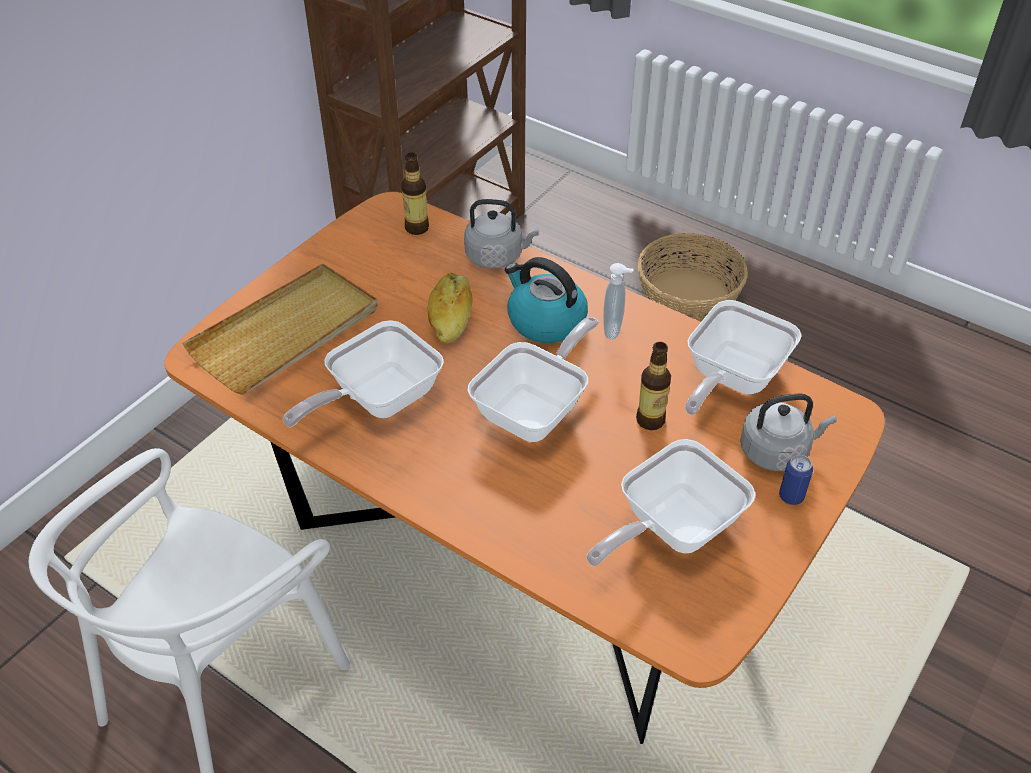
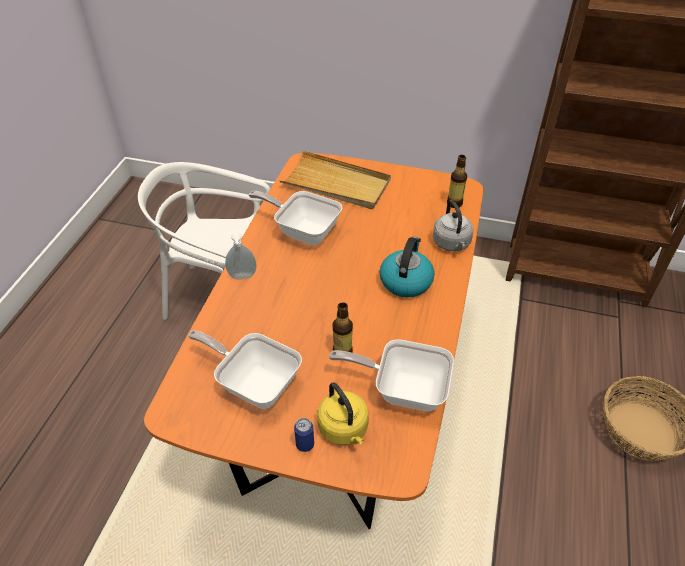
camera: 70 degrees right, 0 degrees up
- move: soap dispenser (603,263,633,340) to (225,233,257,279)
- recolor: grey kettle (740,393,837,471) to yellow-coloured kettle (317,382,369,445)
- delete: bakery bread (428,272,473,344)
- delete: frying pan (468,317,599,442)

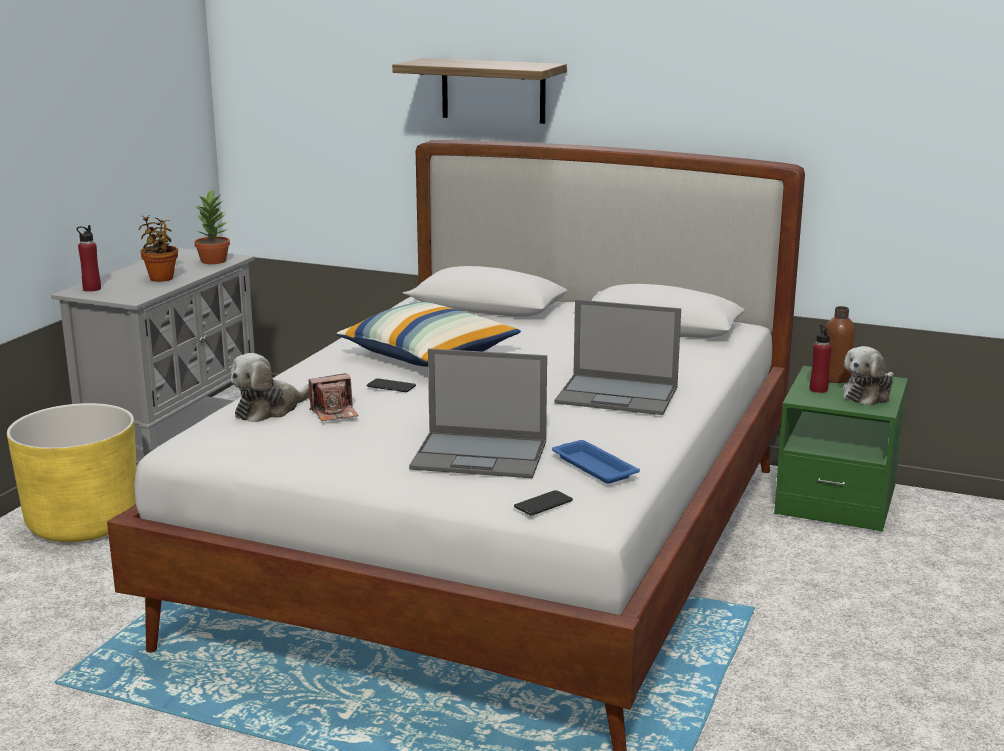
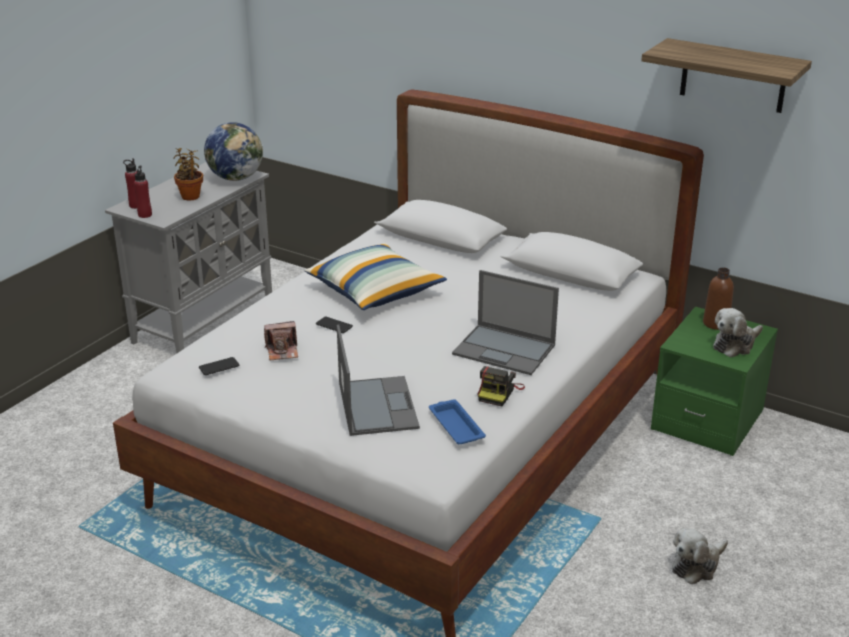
camera: 10 degrees right, 10 degrees up
- move: reddish beverage bottle (810,324,832,393) to (134,166,152,218)
- move: handset (514,490,573,515) to (199,357,239,375)
- replace: potted plant (194,188,230,264) to desk globe (204,122,263,181)
- rotate: laptop (409,349,547,478) = (337,325,420,436) 120 degrees counterclockwise
- insert: photo camera (477,366,525,406)
- move: bracket shelf (392,58,567,124) to (641,38,812,113)
- move: plush toy (231,353,309,422) to (672,528,728,584)
- delete: yellow-coloured plant pot (7,403,137,542)

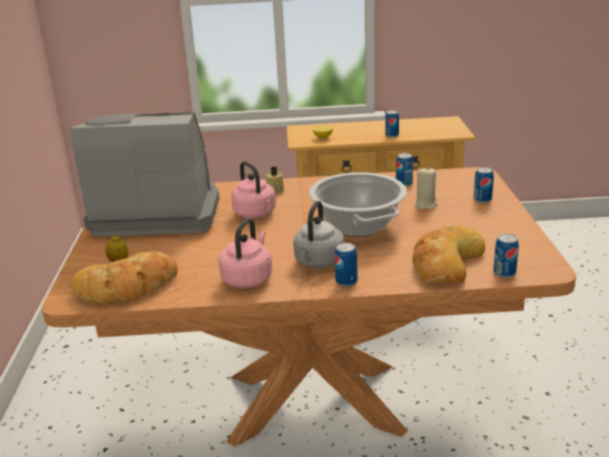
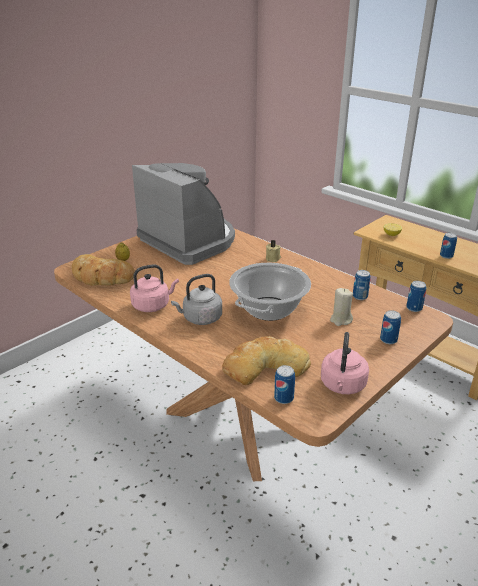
camera: 45 degrees right, 5 degrees up
- move: pink-coloured kettle (231,161,276,218) to (321,332,369,394)
- move: metal can (335,243,358,287) to (406,281,426,312)

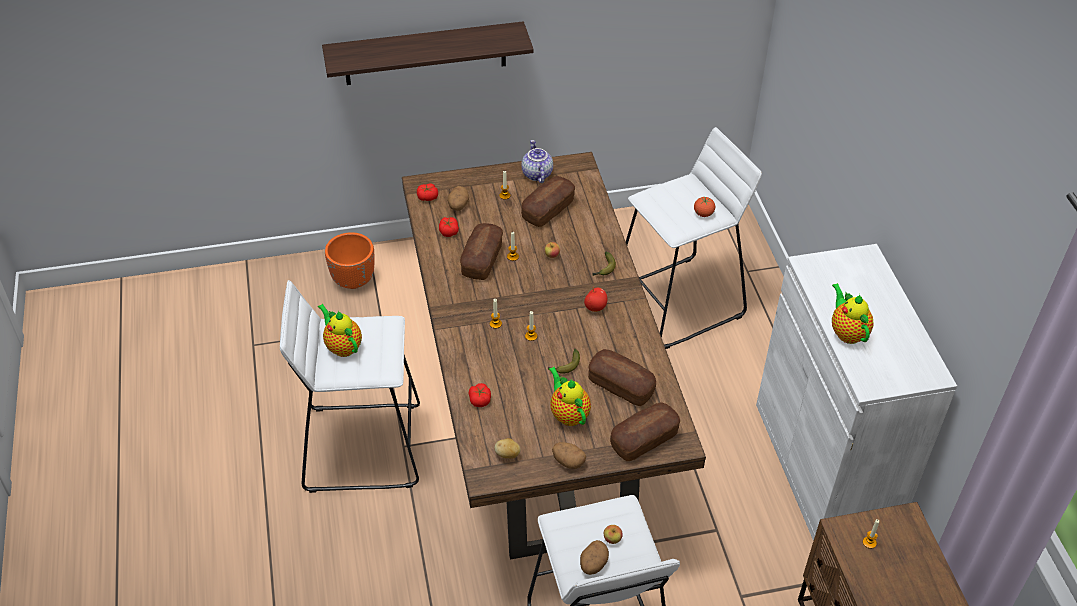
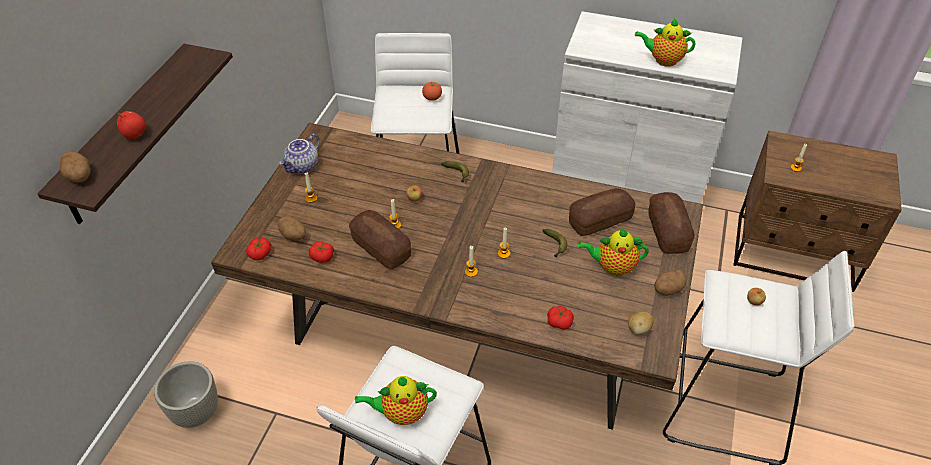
camera: 60 degrees left, 0 degrees up
- move: spud (580,540,609,575) to (60,151,90,183)
- move: apple (584,287,608,312) to (117,111,146,139)
- recolor: orange-coloured plant pot (325,232,375,289) to grey plant pot (154,361,218,428)
- rotate: teapot (521,140,553,183) = (279,134,320,174) 75 degrees counterclockwise
- delete: bakery bread (521,176,575,227)

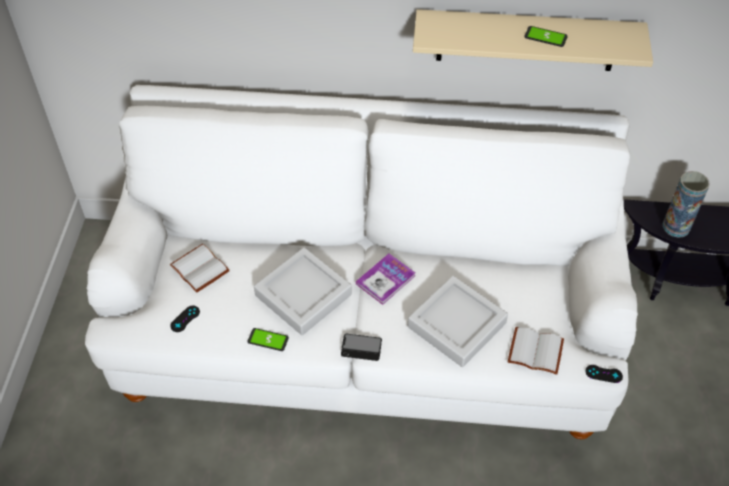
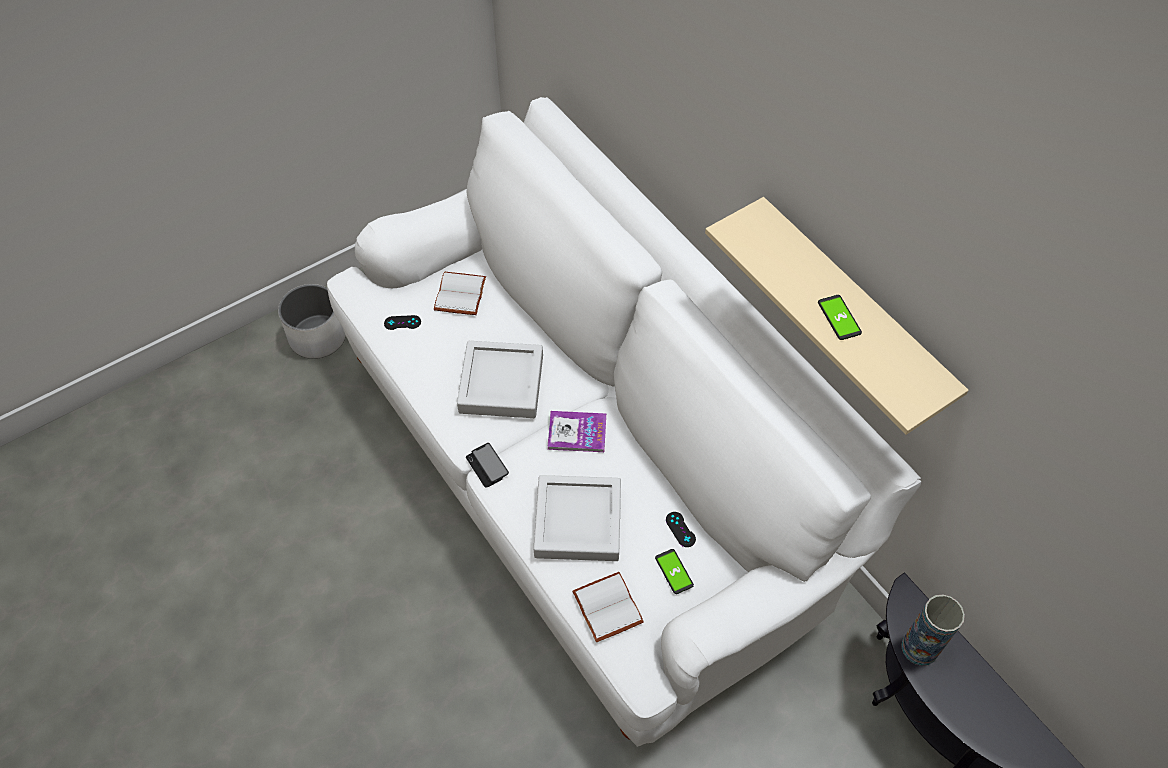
camera: 50 degrees right, 5 degrees up
- insert: white-coloured plant pot (278,284,346,359)
- move: handset (248,328,289,351) to (655,549,694,594)
- move: black-coloured joypad (585,365,623,383) to (666,512,696,547)

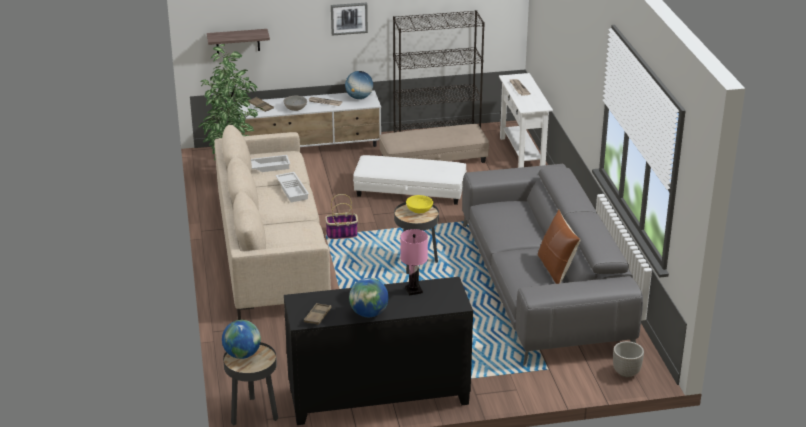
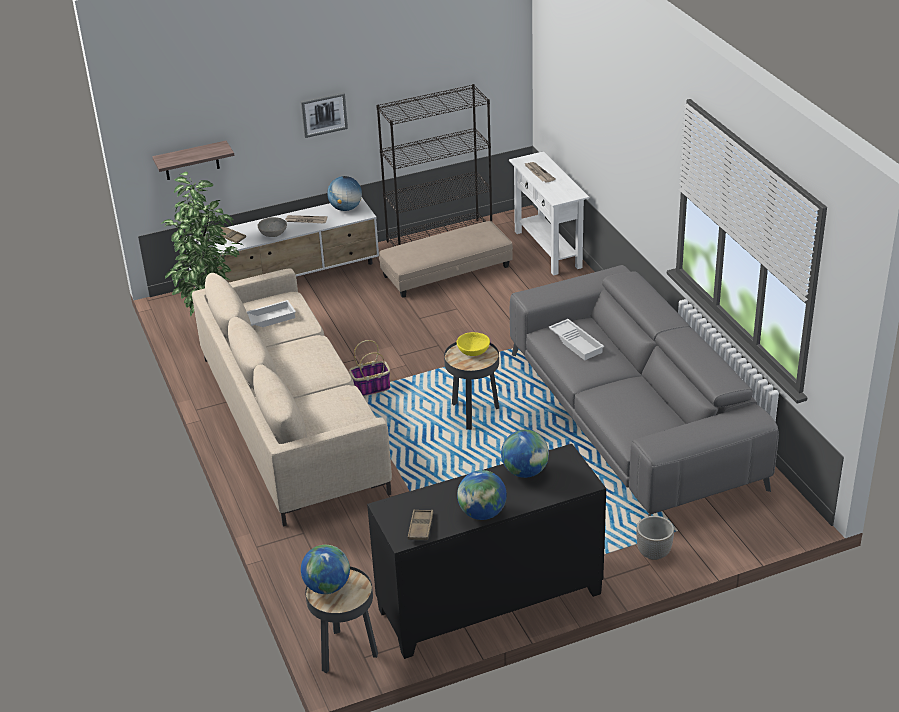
camera: 10 degrees left, 5 degrees up
- replace: pink-coloured table lamp (400,229,428,295) to desk globe (501,430,549,478)
- move: white-coloured tray (276,172,309,202) to (548,319,604,360)
- move: plant pot (613,341,644,377) to (636,516,674,560)
- delete: white-coloured pouffe (353,155,467,205)
- delete: brownish throw pillow (538,210,580,284)

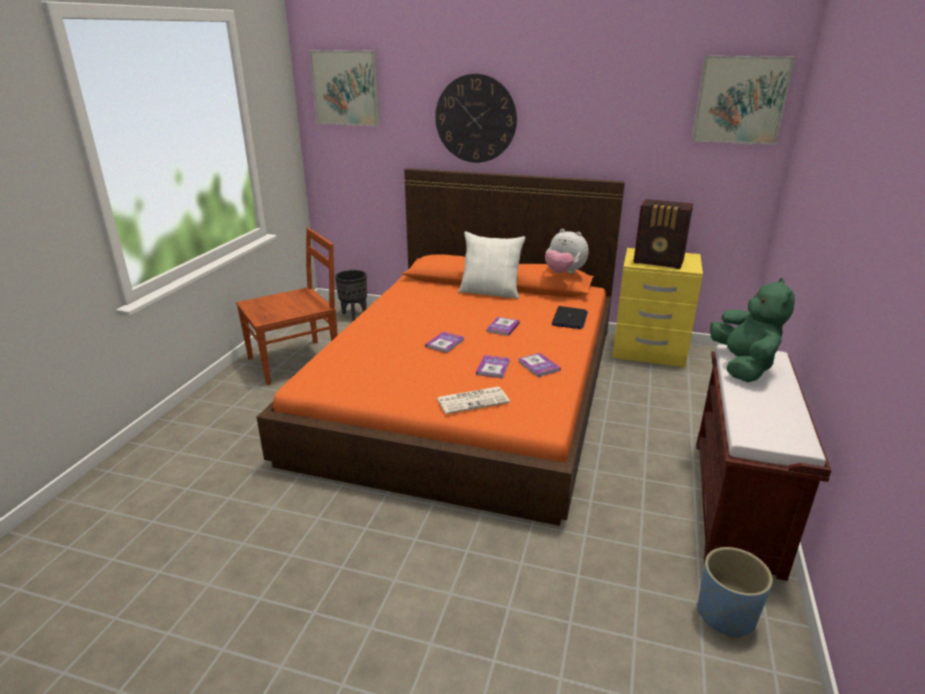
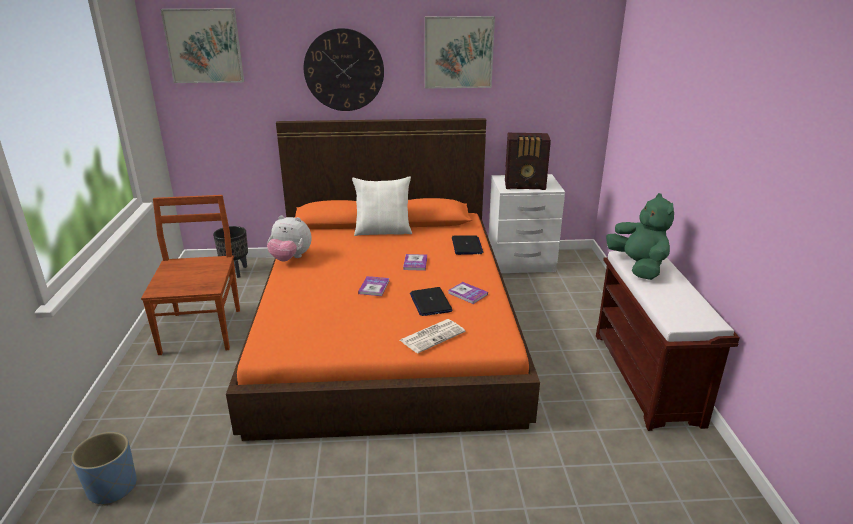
camera: 20 degrees left, 0 degrees up
- move: blue-coloured plant pot (698,547,773,638) to (71,432,137,505)
- rotate: brownish chair (236,228,338,385) = (141,195,240,355) 45 degrees counterclockwise
- move: plush toy (545,229,589,274) to (267,215,312,262)
- replace: bound book (476,355,510,378) to laptop (410,287,453,316)
- move: picture (691,56,795,145) to (425,16,495,88)
- recolor: yellow-coloured nightstand (612,248,703,367) to white-coloured nightstand (488,174,565,273)

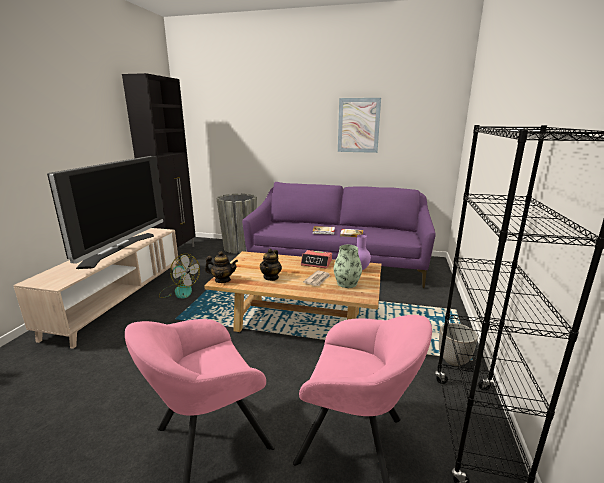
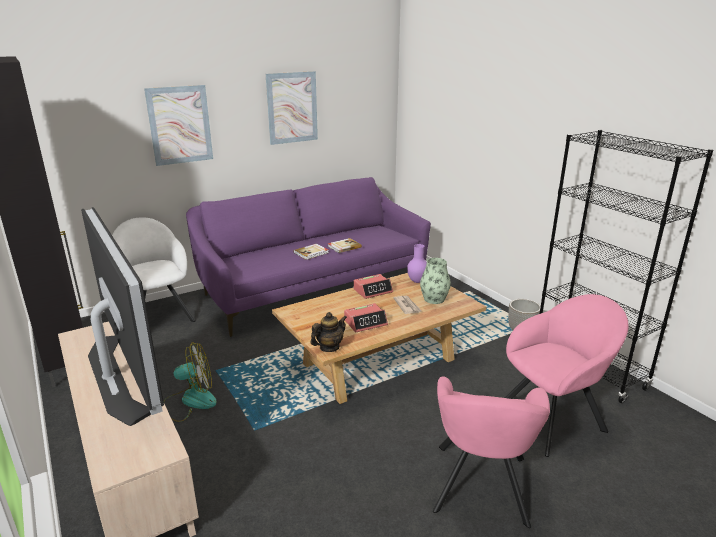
camera: 45 degrees left, 5 degrees up
- replace: grey plant pot (216,193,257,254) to white-coloured lounge chair (112,217,196,322)
- insert: picture (144,85,213,166)
- replace: teapot (260,249,282,281) to alarm clock (344,303,388,332)

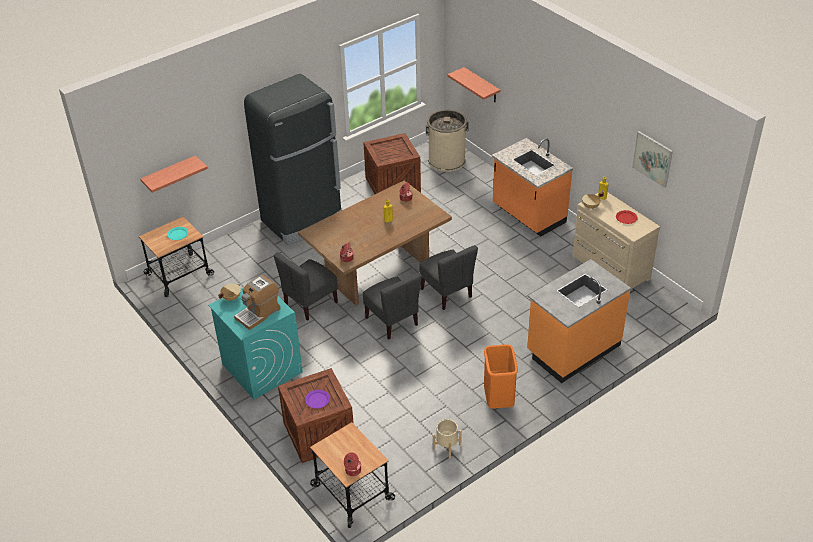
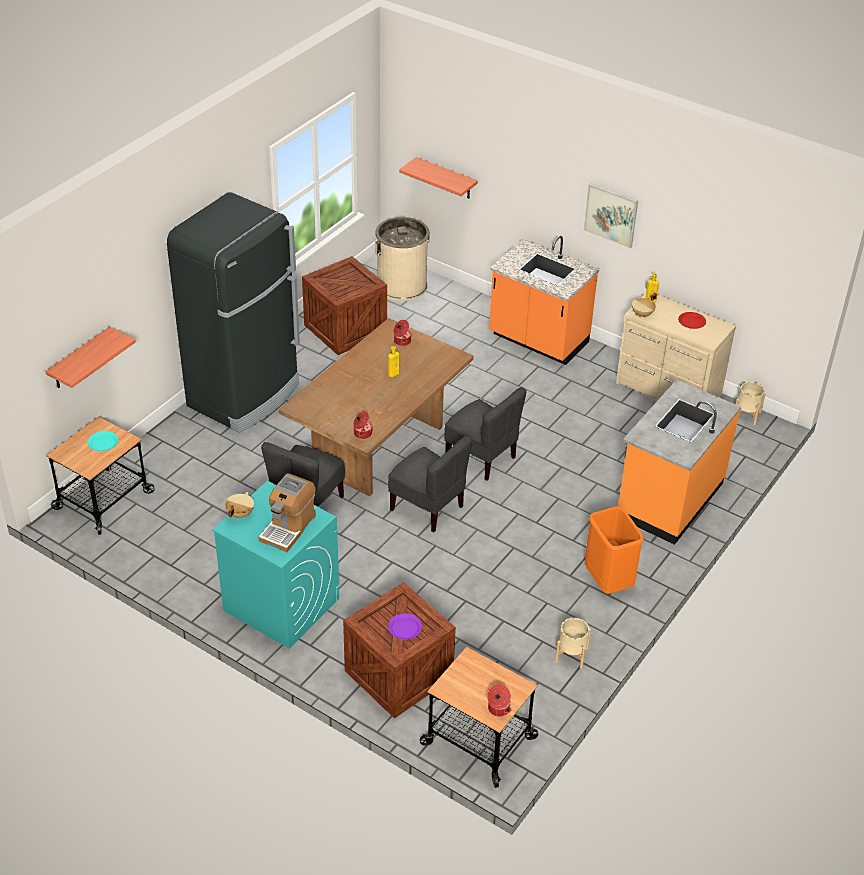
camera: 20 degrees left, 0 degrees up
- move: picture (632,131,673,188) to (584,183,638,248)
- insert: beige plant pot (736,382,766,425)

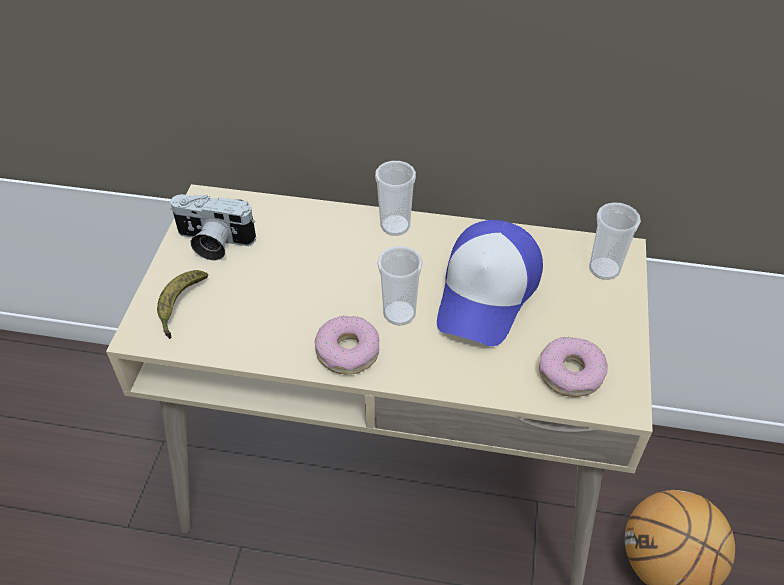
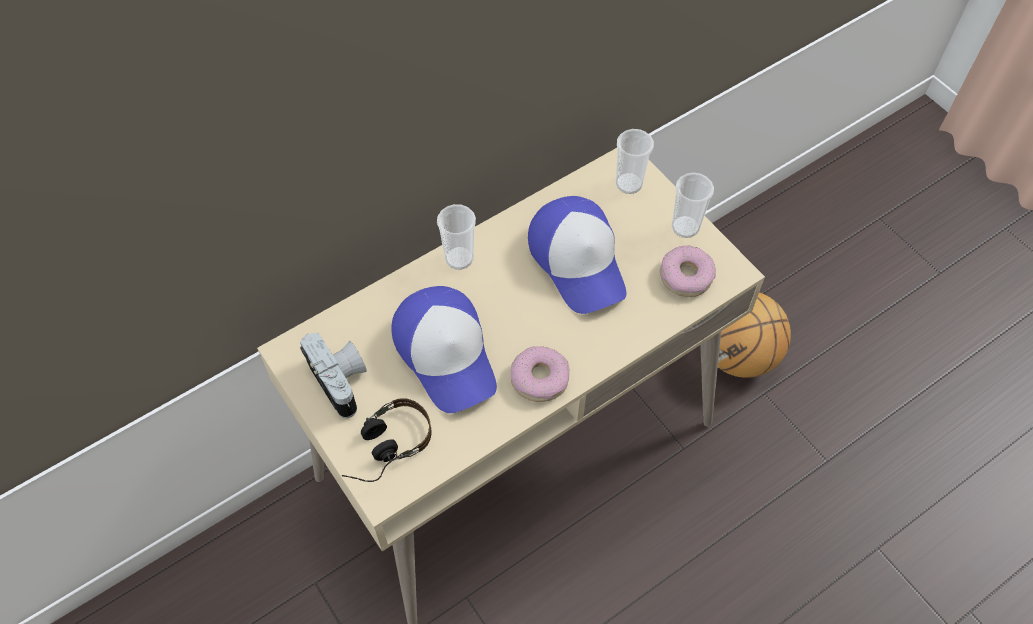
camera: 45 degrees left, 10 degrees up
- rotate: photo camera (170,194,256,260) = (300,333,367,418) 90 degrees counterclockwise
- replace: banana (157,270,208,339) to headset (342,398,432,482)
- insert: cap (391,286,497,413)
- move: drinking cup (377,246,423,325) to (672,173,714,238)

